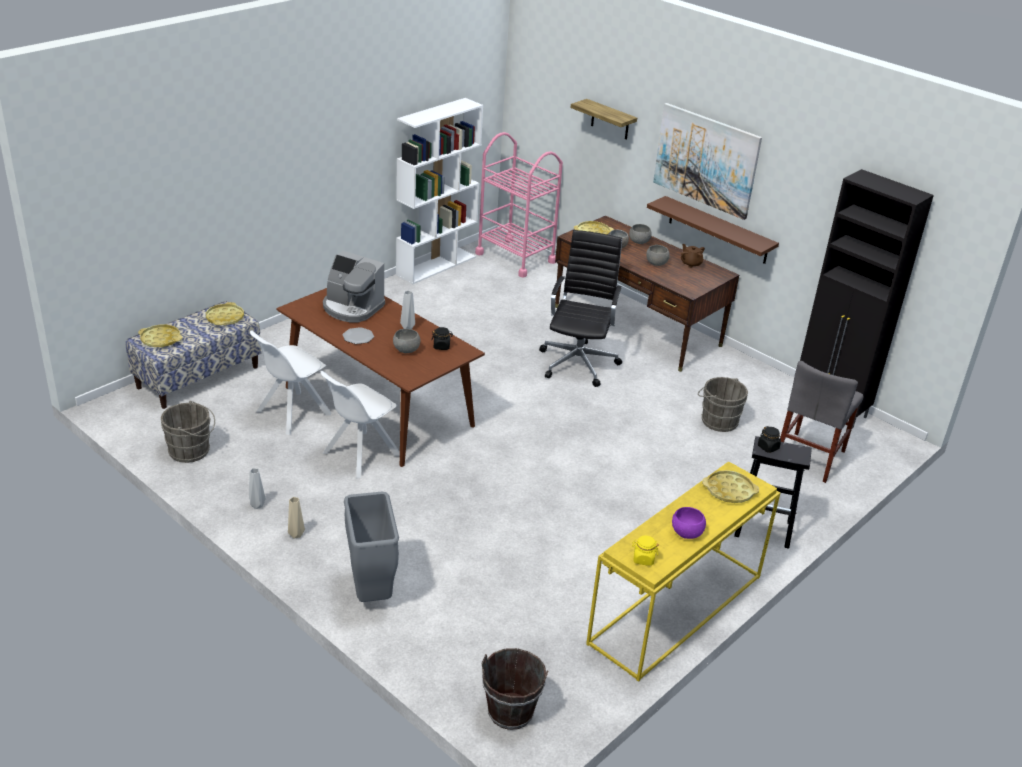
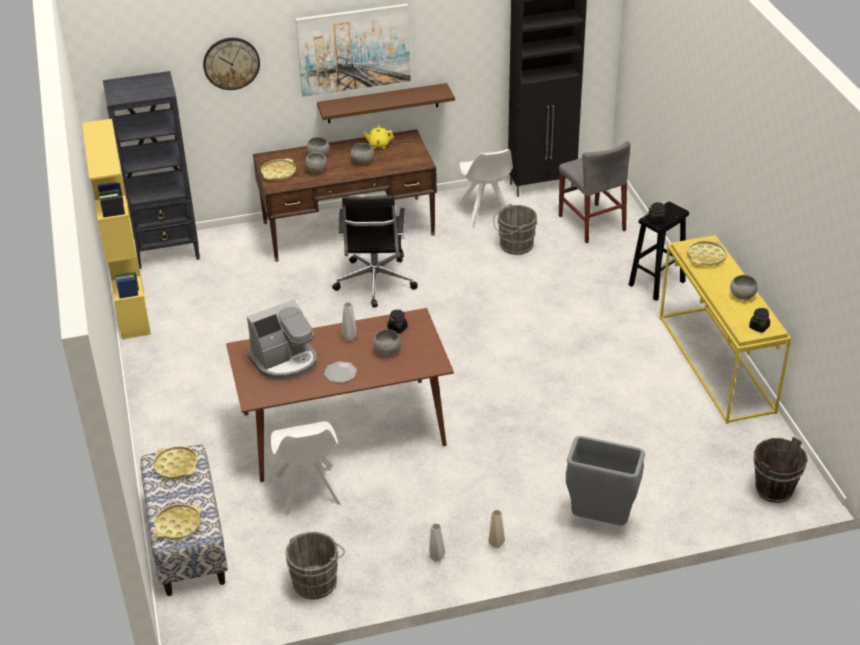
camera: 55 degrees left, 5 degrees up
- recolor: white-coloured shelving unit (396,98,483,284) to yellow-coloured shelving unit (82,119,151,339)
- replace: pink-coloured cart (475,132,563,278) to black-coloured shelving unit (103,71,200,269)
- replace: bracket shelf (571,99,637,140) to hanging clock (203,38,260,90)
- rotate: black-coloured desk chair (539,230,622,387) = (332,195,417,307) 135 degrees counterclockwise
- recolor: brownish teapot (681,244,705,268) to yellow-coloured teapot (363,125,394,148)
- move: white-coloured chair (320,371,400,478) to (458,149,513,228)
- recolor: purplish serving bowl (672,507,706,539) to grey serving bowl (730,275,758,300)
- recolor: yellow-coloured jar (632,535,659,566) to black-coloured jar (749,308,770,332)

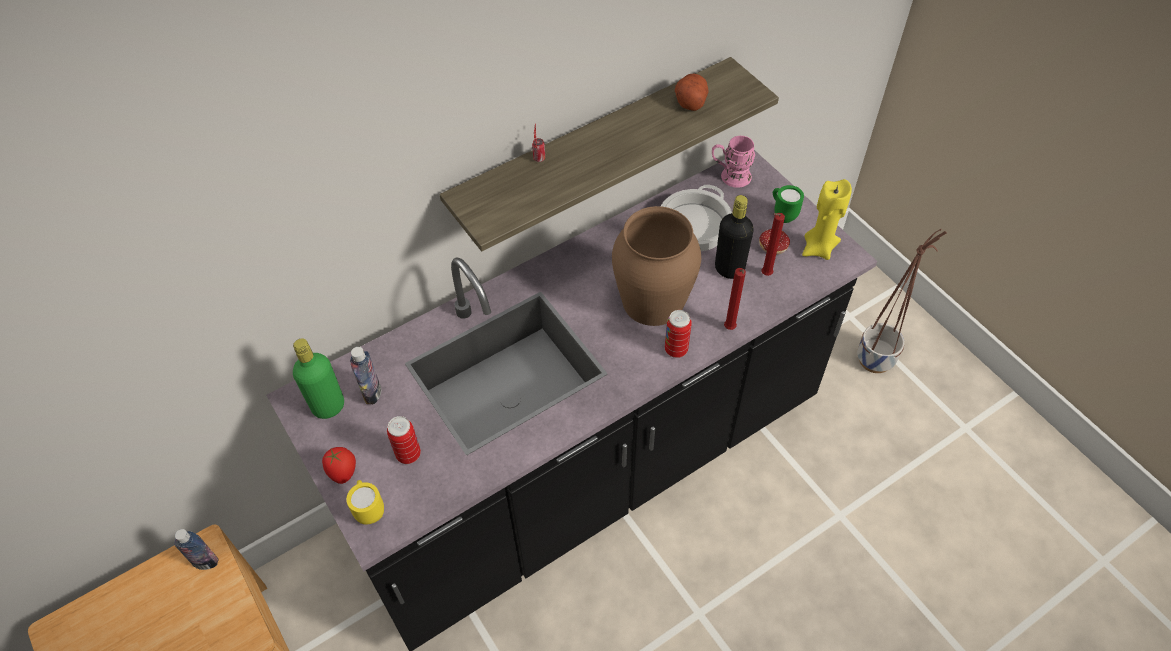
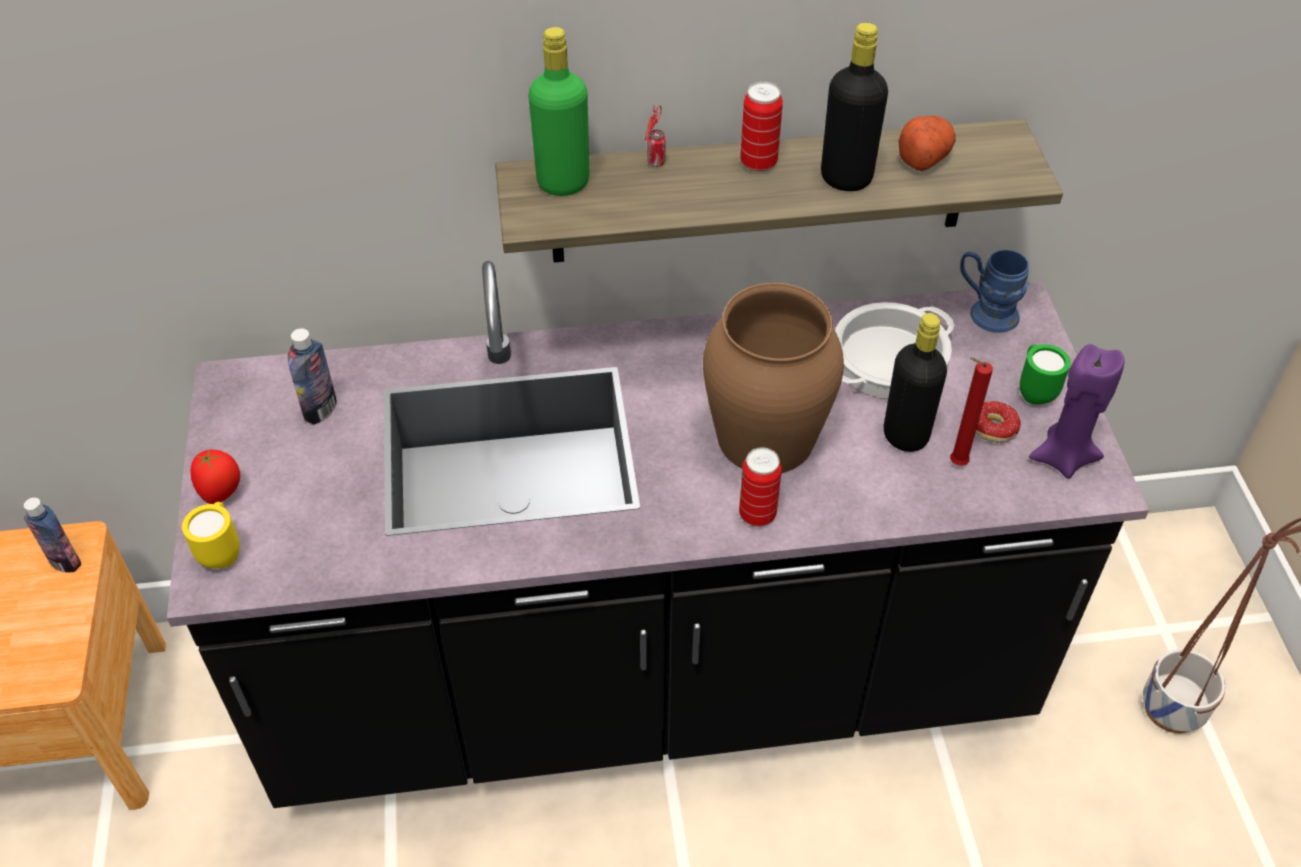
camera: 25 degrees right, 5 degrees down
- move: green beverage bottle (293,338,344,419) to (528,27,589,196)
- move: metal can (387,416,421,464) to (740,82,783,172)
- insert: black-coloured beverage bottle (821,23,888,191)
- recolor: pink-coloured mug (712,136,755,188) to blue-coloured mug (960,250,1029,333)
- recolor: yellow-coloured wax light (802,179,852,260) to purplish wax light (1029,344,1124,479)
- delete: reddish wax light (724,268,746,330)

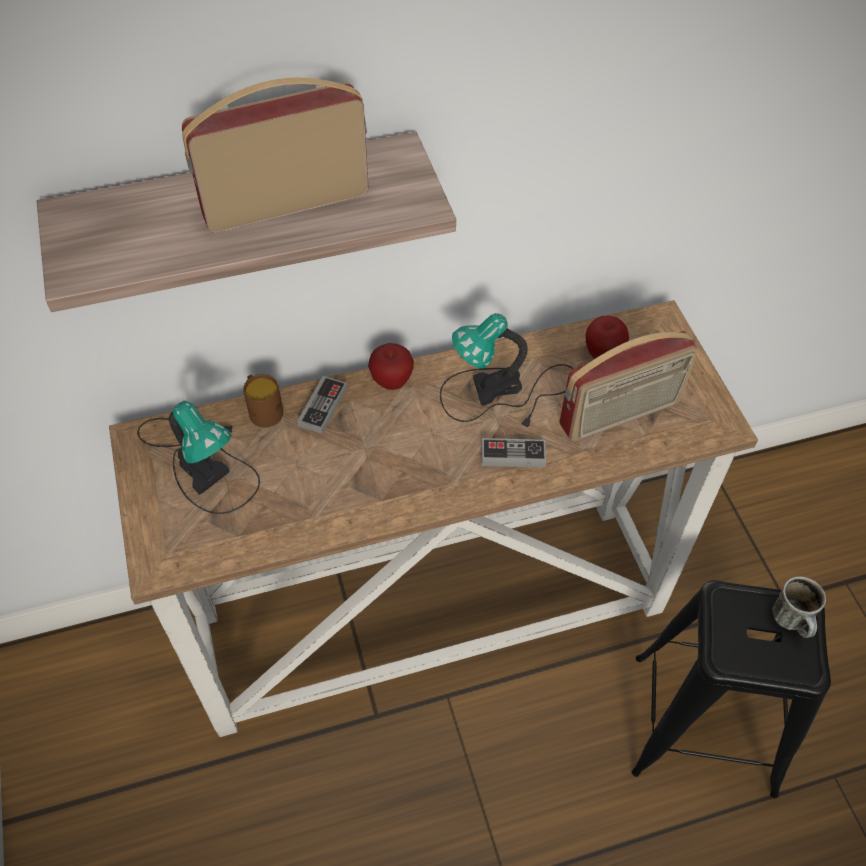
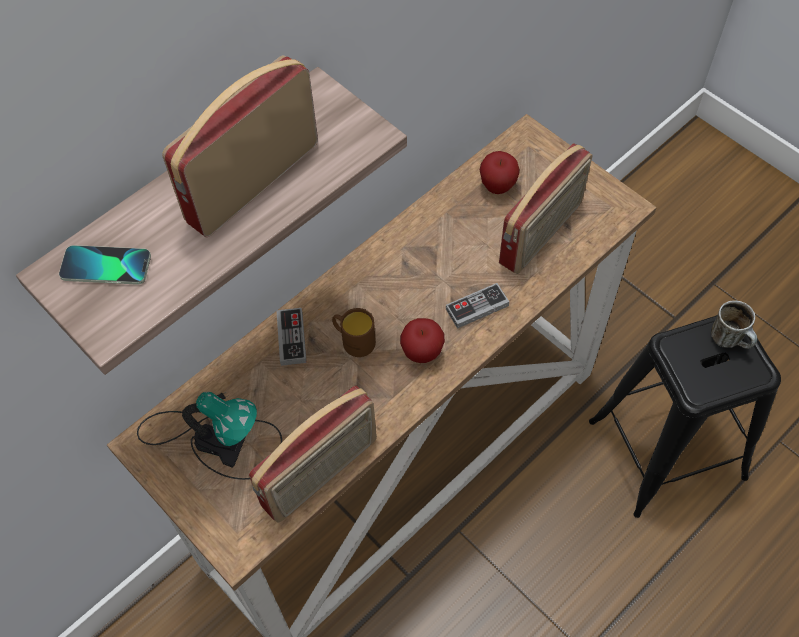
camera: 25 degrees left, 5 degrees up
- insert: handset (59,245,151,285)
- insert: radio receiver (249,386,377,523)
- move: brownish mug (243,374,283,427) to (332,308,376,357)
- move: apple (368,343,414,390) to (400,318,445,363)
- delete: table lamp (440,313,574,430)

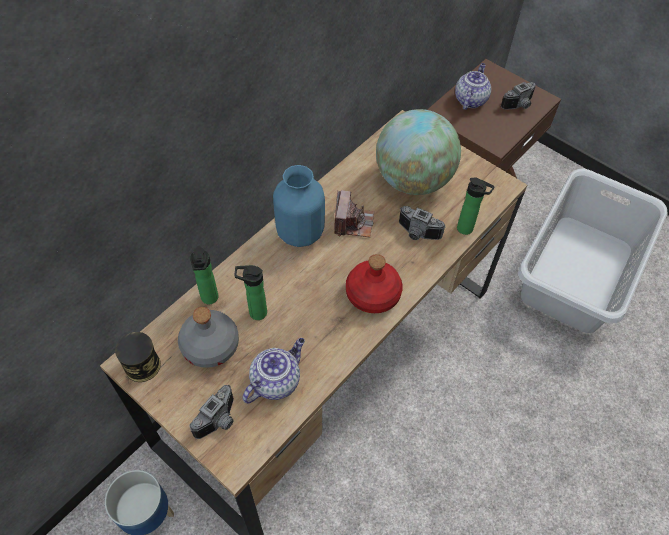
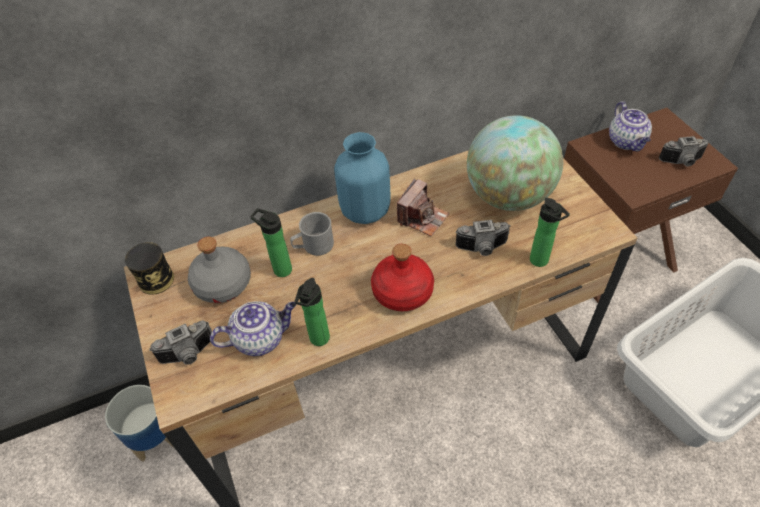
camera: 30 degrees right, 5 degrees down
- insert: grey mug (290,212,334,256)
- move: beverage bottle (190,246,219,304) to (294,278,330,346)
- rotate: photo camera (399,206,446,240) = (455,220,511,256) 60 degrees counterclockwise
- rotate: teapot (455,63,491,110) = (609,101,652,151) 120 degrees clockwise

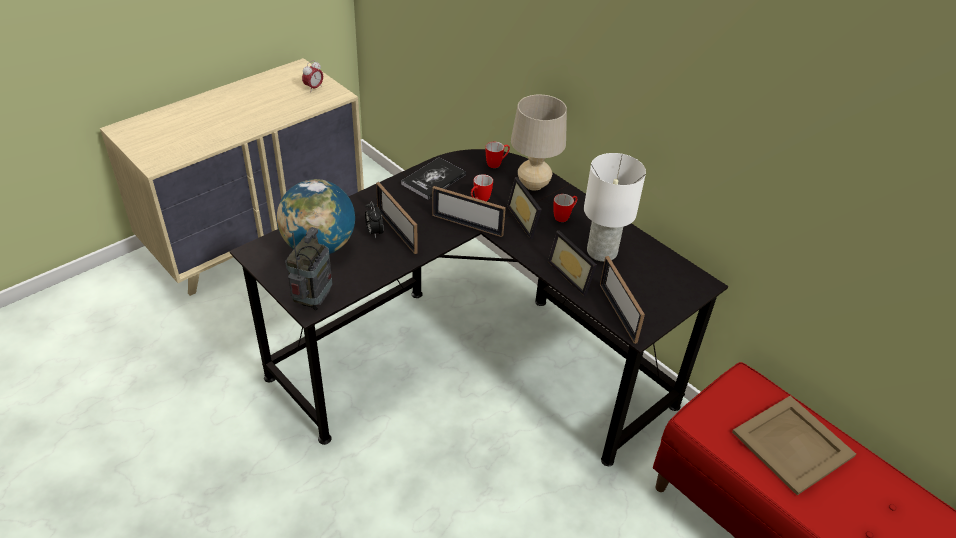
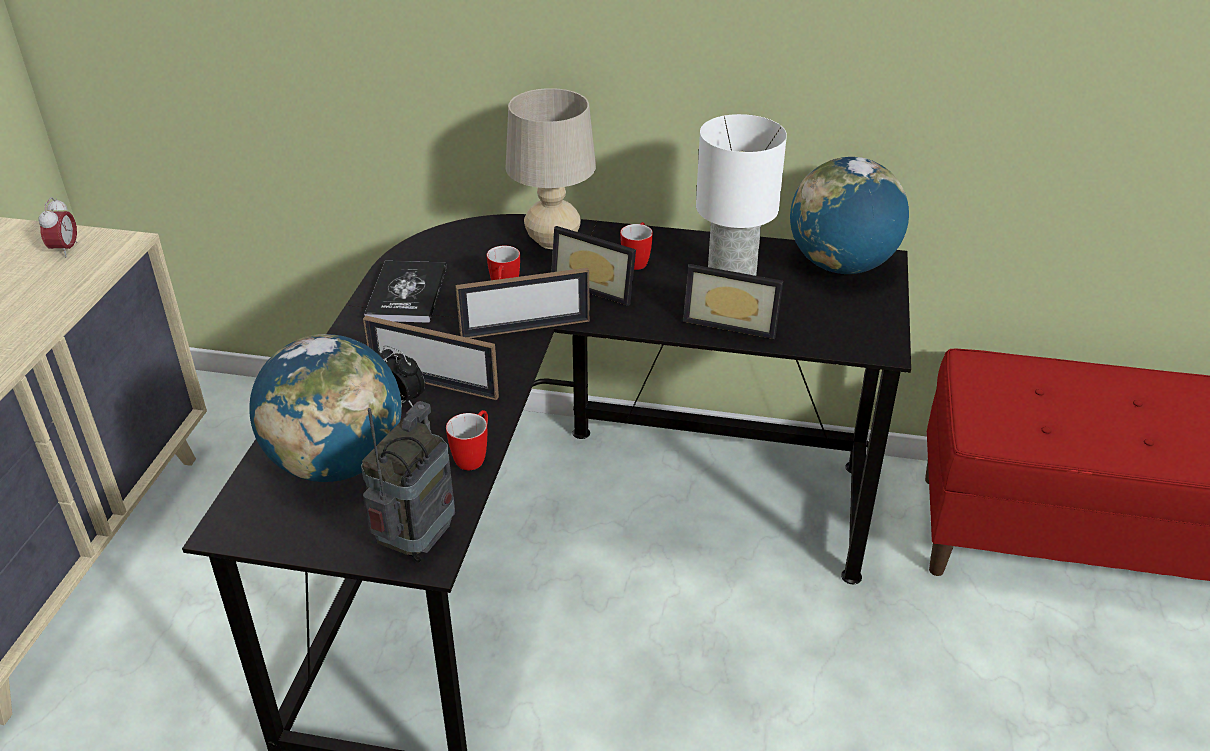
camera: 35 degrees left, 5 degrees down
- rotate: radio receiver (285,227,332,310) = (361,401,455,562) 45 degrees clockwise
- move: mug (486,142,510,168) to (446,410,488,470)
- insert: desk globe (790,157,909,274)
- delete: standing frame (600,256,645,344)
- delete: beige tray (732,396,856,495)

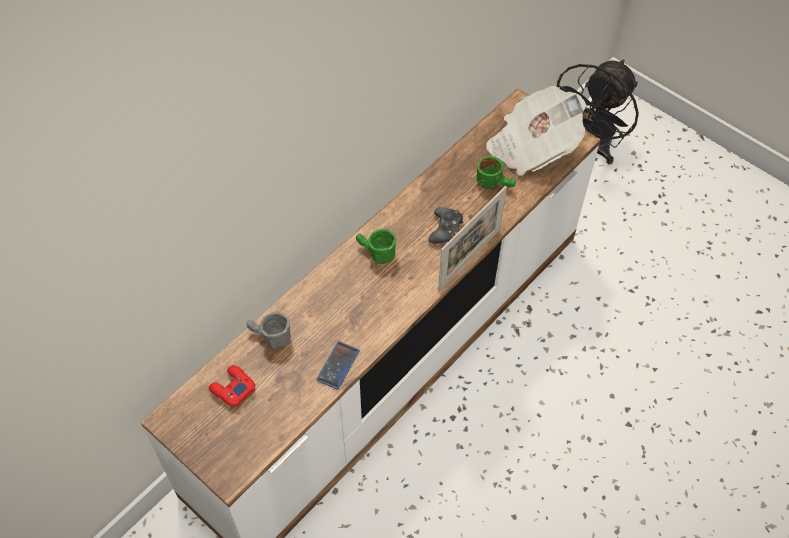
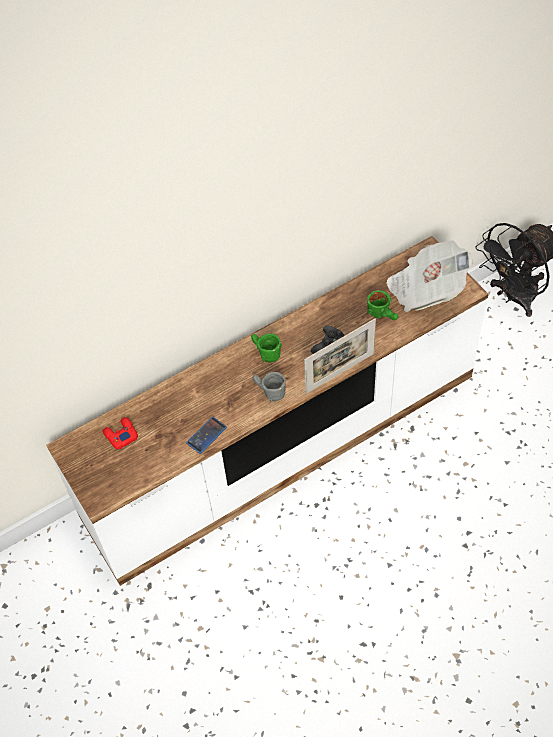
camera: 20 degrees right, 0 degrees up
- move: grey mug (246,312,291,349) to (253,372,286,401)

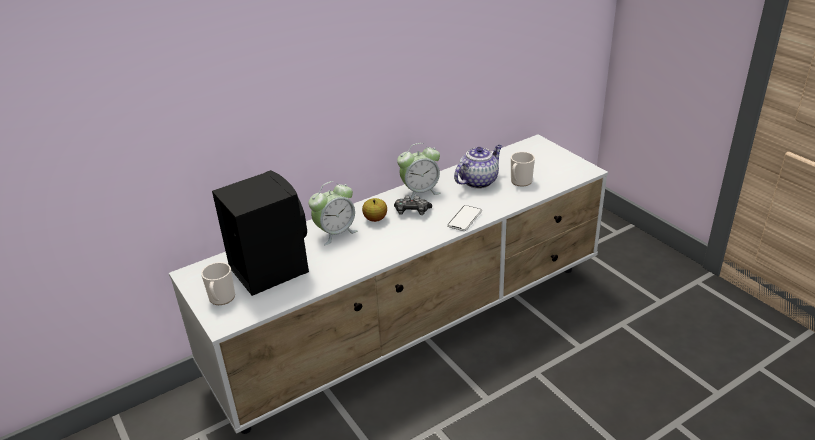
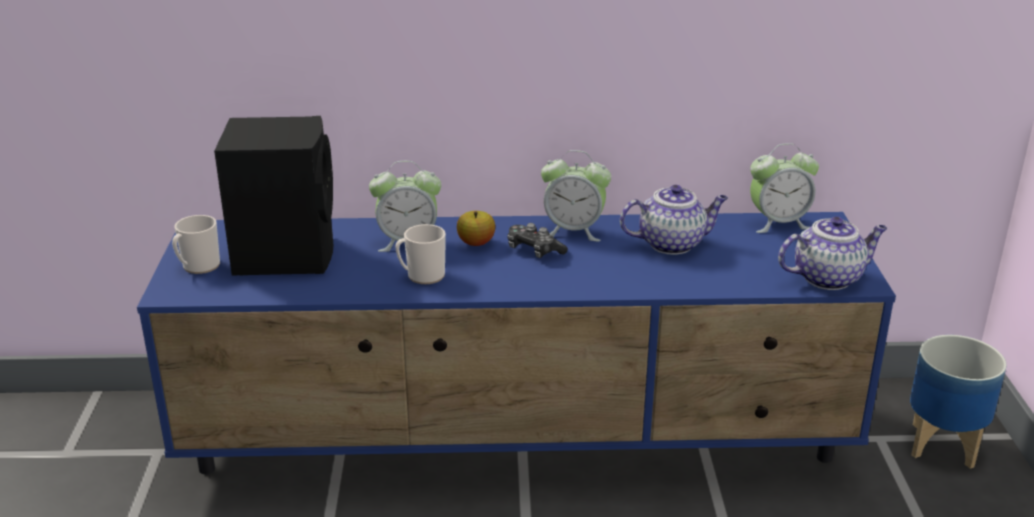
camera: 30 degrees right, 5 degrees down
- recolor: white-coloured tv unit (169,134,608,434) to blue-coloured tv unit (137,212,896,474)
- move: mug (511,152,535,187) to (395,224,446,284)
- insert: alarm clock (750,143,819,233)
- insert: teapot (778,216,888,290)
- insert: plant pot (910,335,1007,469)
- delete: handset (447,205,482,231)

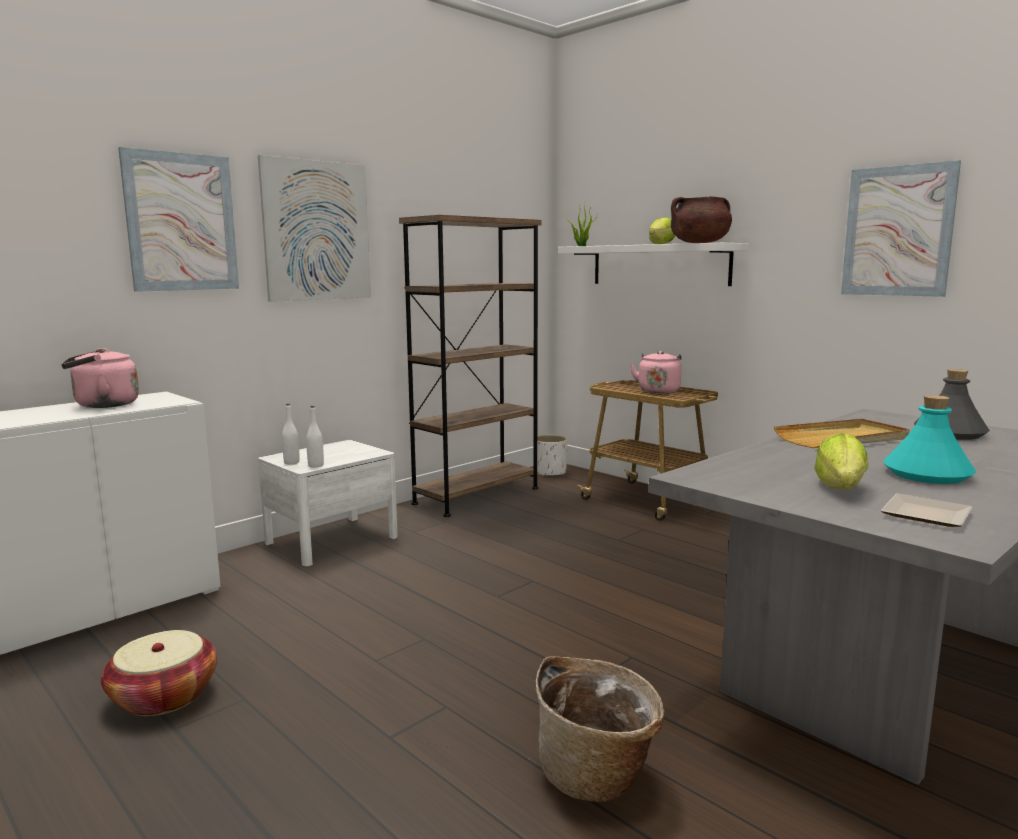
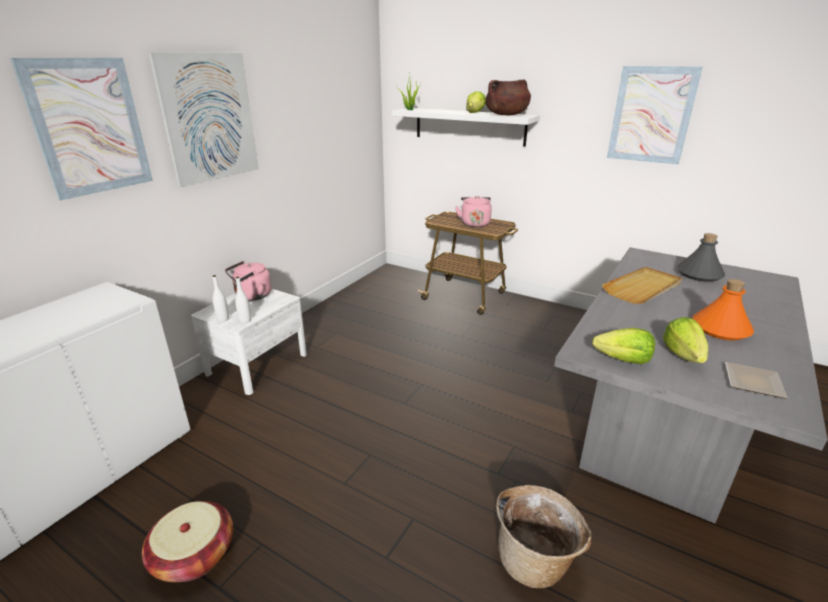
camera: 15 degrees left, 15 degrees up
- move: pink-coloured kettle (61,348,139,408) to (225,261,272,301)
- insert: lettuce head (592,328,655,364)
- recolor: blue-green beverage bottle (884,395,976,484) to orange-coloured beverage bottle (692,279,754,341)
- delete: brownish shelving unit (399,215,542,517)
- delete: white-coloured plant pot (533,435,568,477)

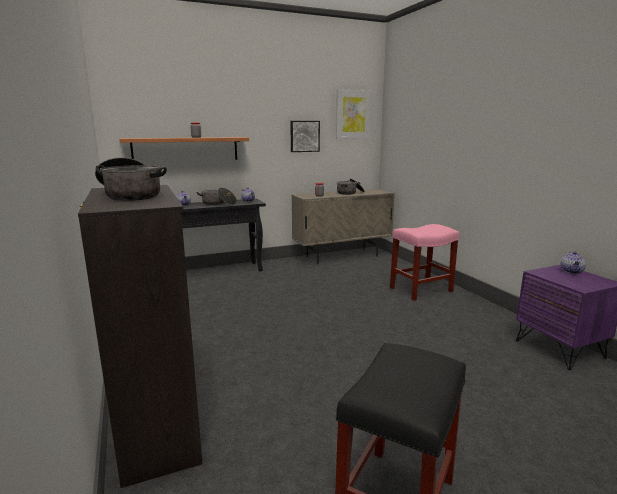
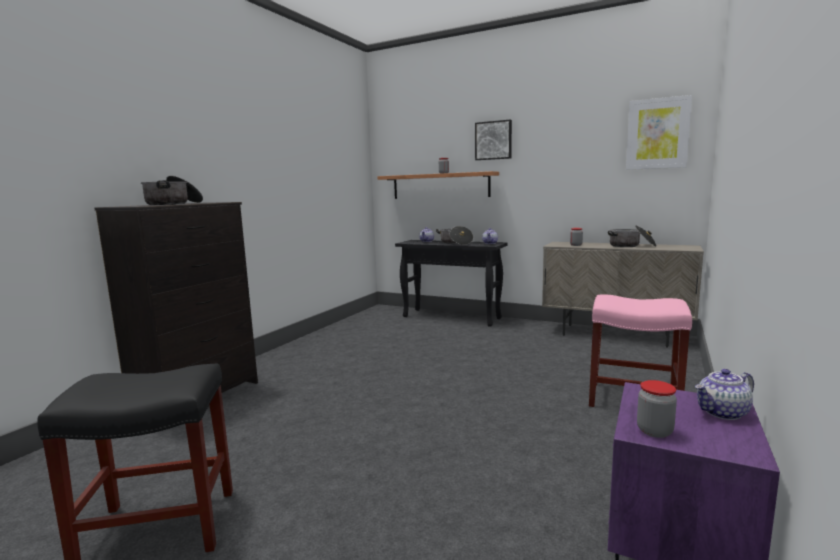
camera: 50 degrees right, 5 degrees down
- move: picture (290,121,320,152) to (475,119,512,160)
- insert: jar (637,380,677,438)

